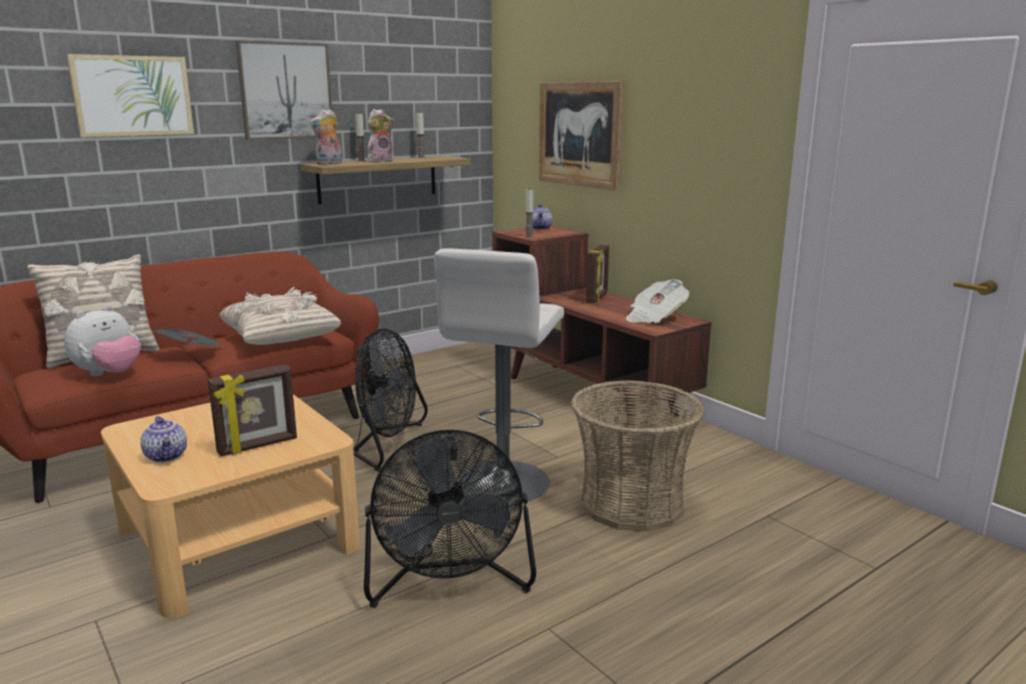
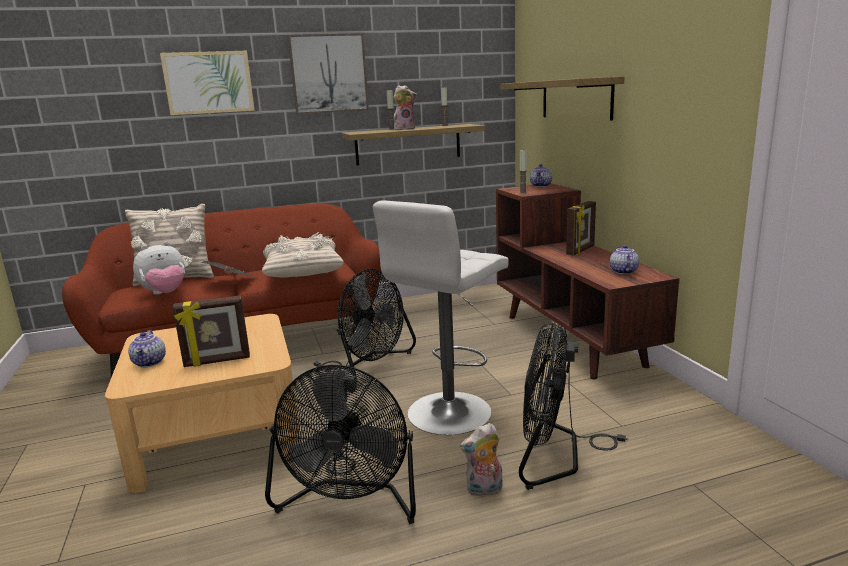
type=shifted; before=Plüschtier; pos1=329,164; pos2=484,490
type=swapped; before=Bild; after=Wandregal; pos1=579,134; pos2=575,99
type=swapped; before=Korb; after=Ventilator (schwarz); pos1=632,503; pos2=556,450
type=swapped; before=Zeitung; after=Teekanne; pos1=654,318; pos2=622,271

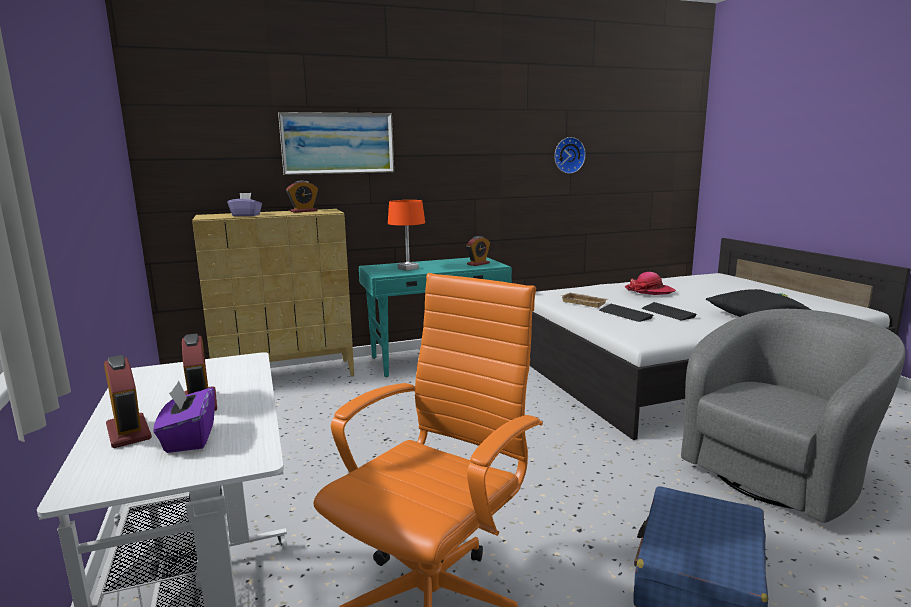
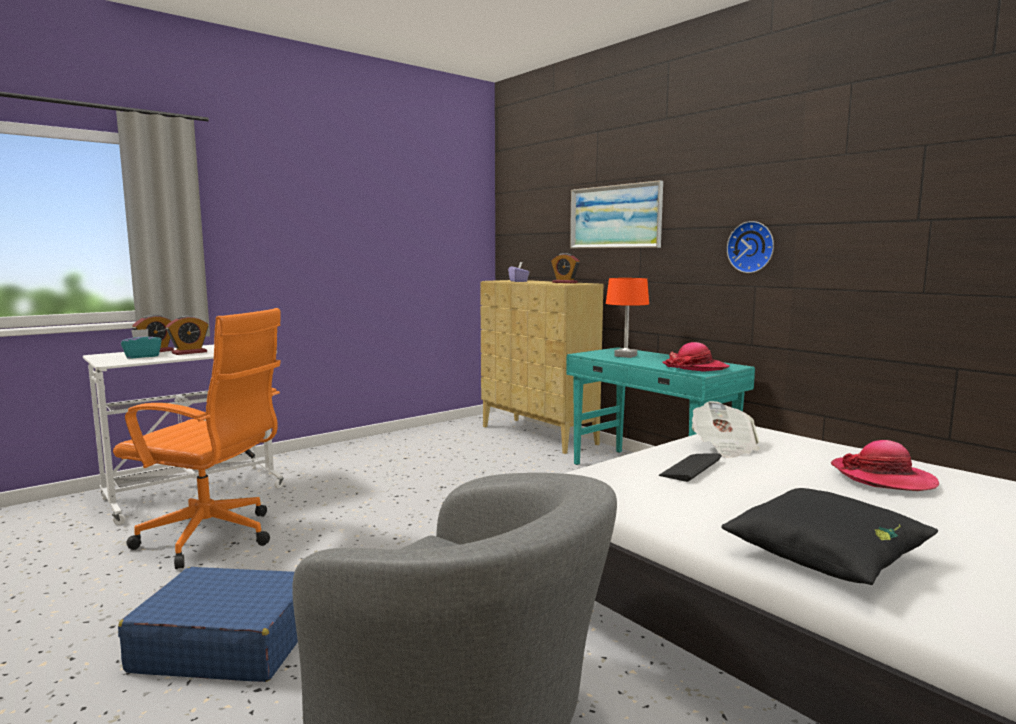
type=gone; before=Tastatur; pos1=668,313
type=shifted; before=Wanduhr; pos1=568,155; pos2=752,247
type=swapped; before=Wecker; after=Hut; pos1=478,264; pos2=695,368
type=swapped; before=Tablett (beige); after=Zeitung; pos1=585,302; pos2=724,447
type=repainted; before=Taschentuchbox (lila); after=Taschentuchbox (türkis); pos1=189,438; pos2=142,356

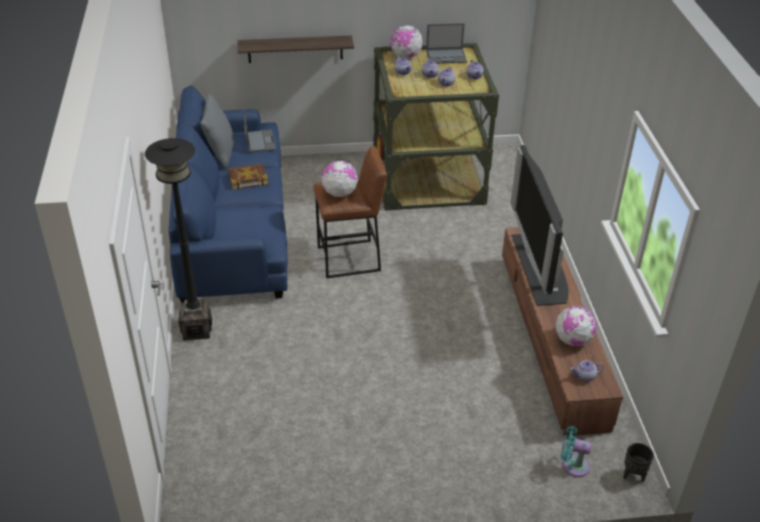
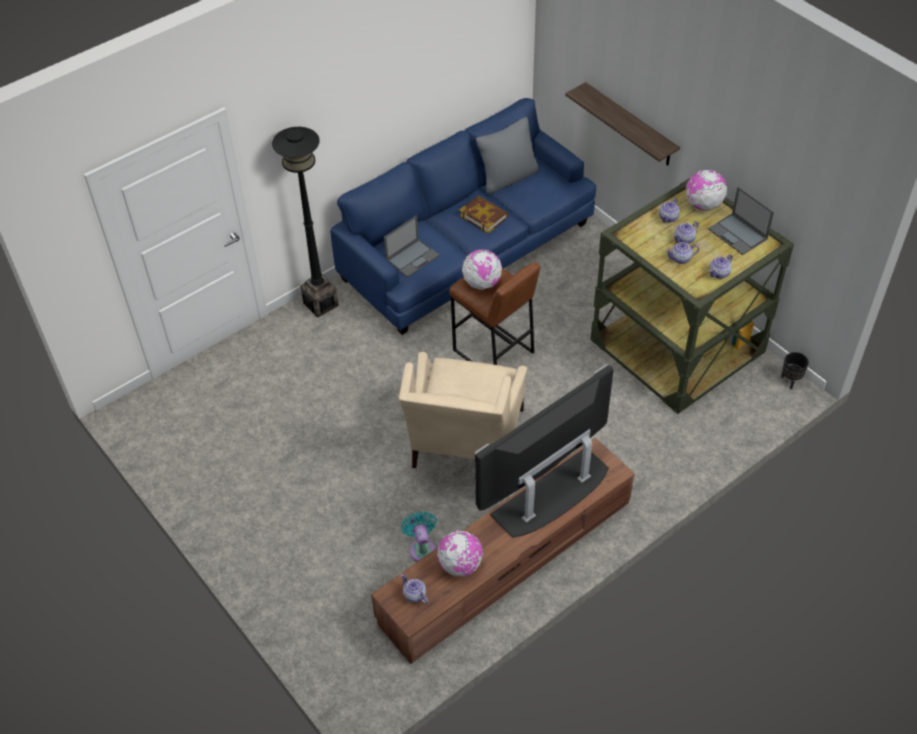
type=new; after=Sessel (beige); pos2=465,445
type=shifted; before=Laptop; pos1=259,141; pos2=413,257
type=shifted; before=Ventilator (türkis); pos1=572,465; pos2=422,548
type=shifted; before=Pflanzkübel (schwarz); pos1=633,475; pos2=791,381

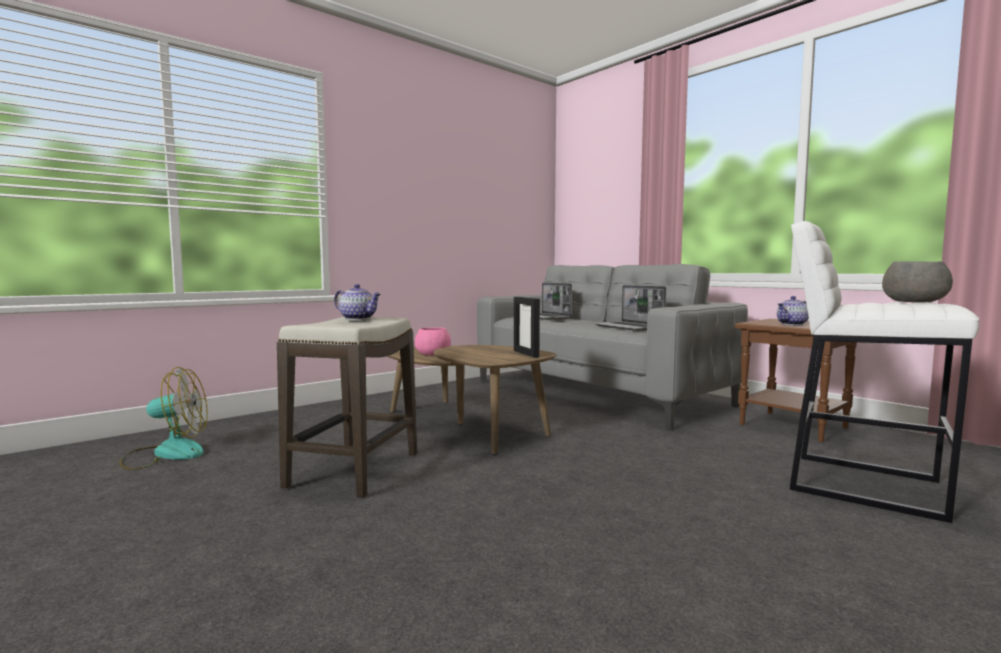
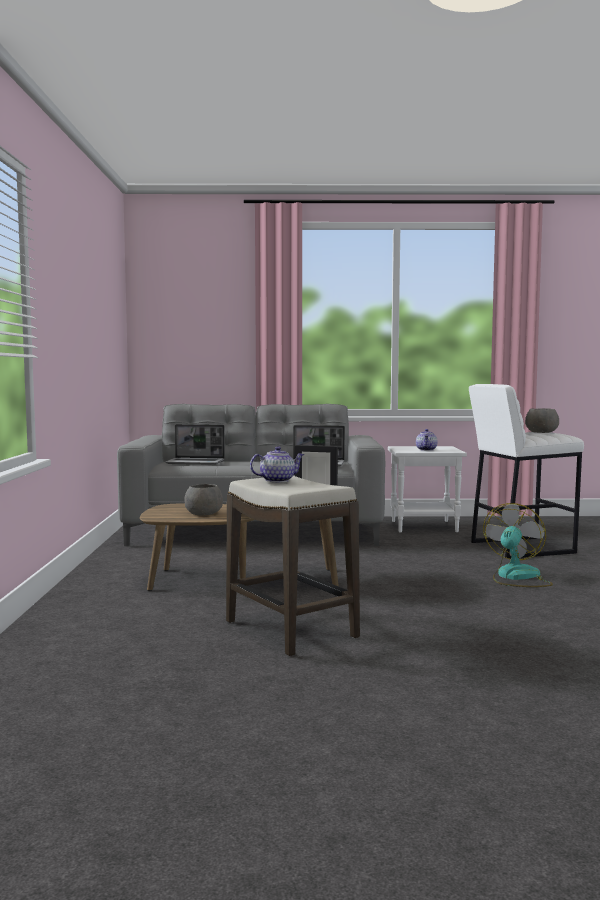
type=shifted; before=Ventilator; pos1=166,453; pos2=516,577
type=repainted; before=Schüssel (rosa); after=Schüssel (grau); pos1=432,354; pos2=203,514
type=repainted; before=Beistelltisch (braun); after=Beistelltisch (weiß); pos1=794,426; pos2=424,526

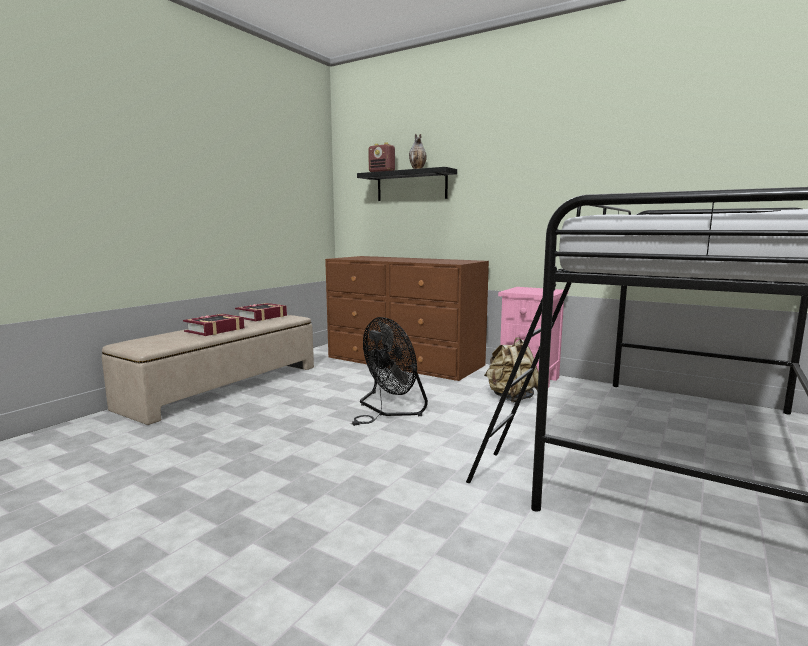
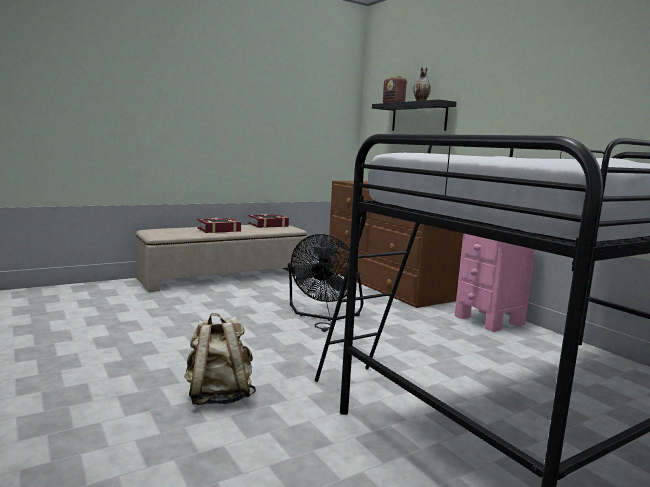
type=shifted; before=Rucksack (beige); pos1=511,397; pos2=218,396
type=rotated; before=Ventilator (schwarz); pos1=383,408; pos2=321,315; turn=-60

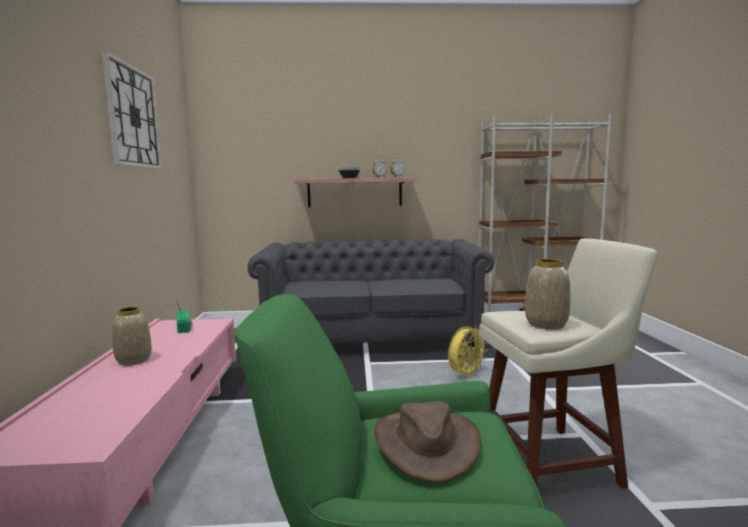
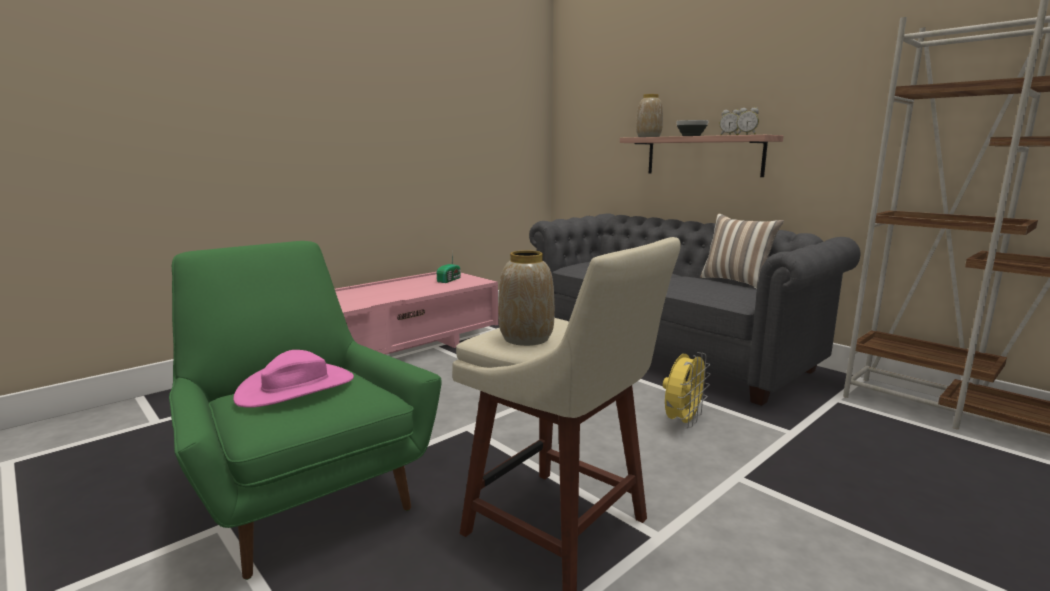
type=gone; before=Wanduhr; pos1=133,117
type=new; after=Kissen; pos2=737,281
type=shifted; before=Vase; pos1=133,360; pos2=648,137
type=repainted; before=Hut (braun); after=Hut (rosa); pos1=426,443; pos2=296,388
type=rotated; before=Ventilator (gelb); pos1=466,375; pos2=682,422; turn=-60

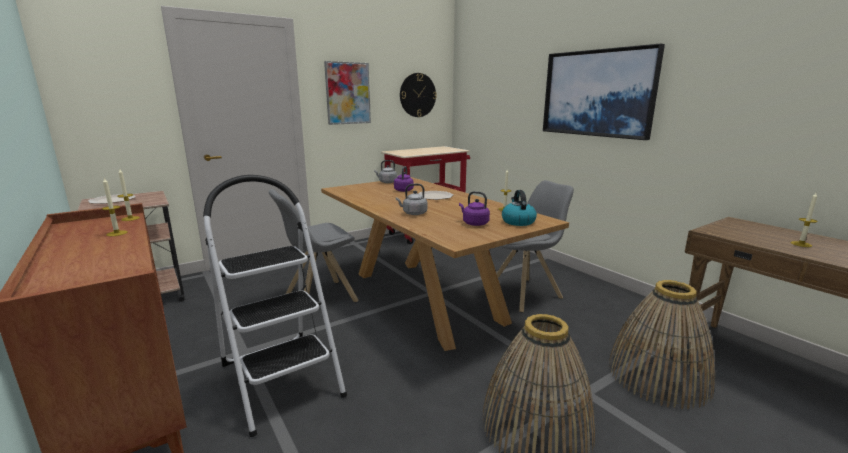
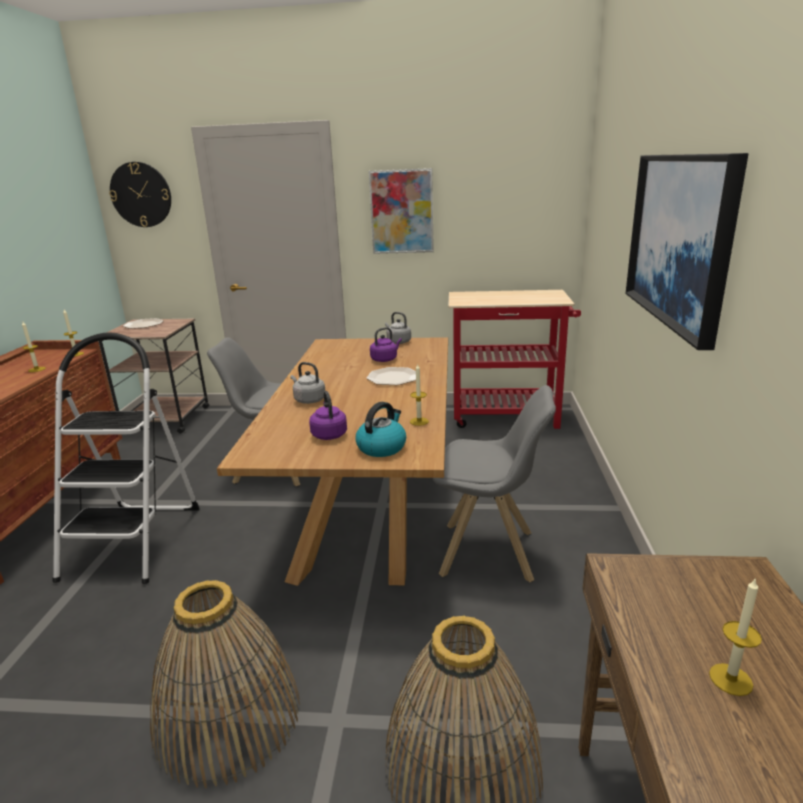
type=shifted; before=Wanduhr; pos1=417,95; pos2=141,195

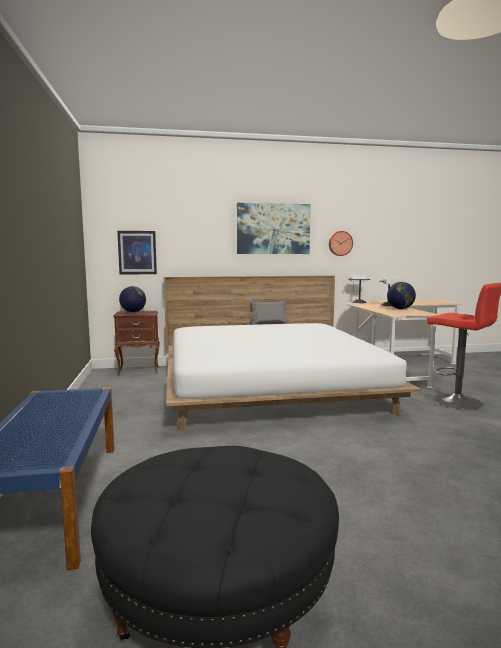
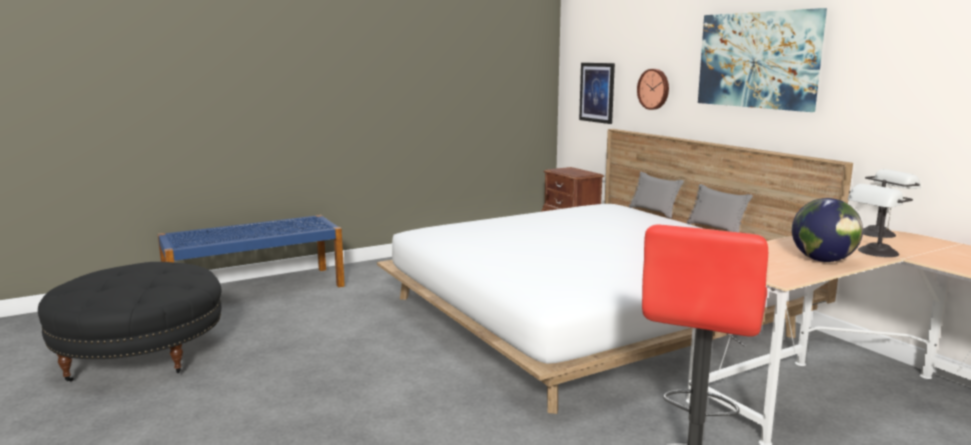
type=gone; before=Globus; pos1=133,312
type=new; after=Kissen (grau); pos2=654,212
type=shifted; before=Wanduhr; pos1=340,243; pos2=654,89

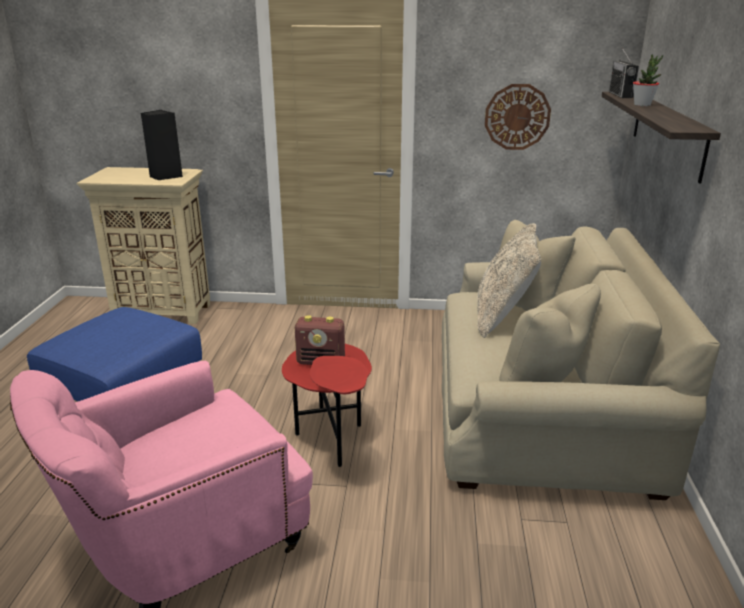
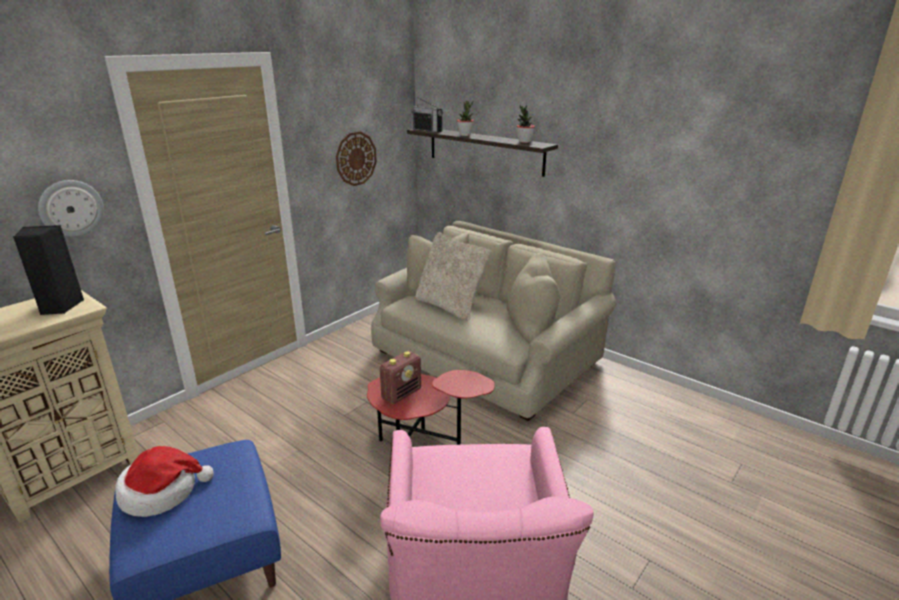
type=new; after=Wanduhr; pos2=71,208
type=new; after=Hut; pos2=162,491
type=new; after=Topfpflanze; pos2=524,141

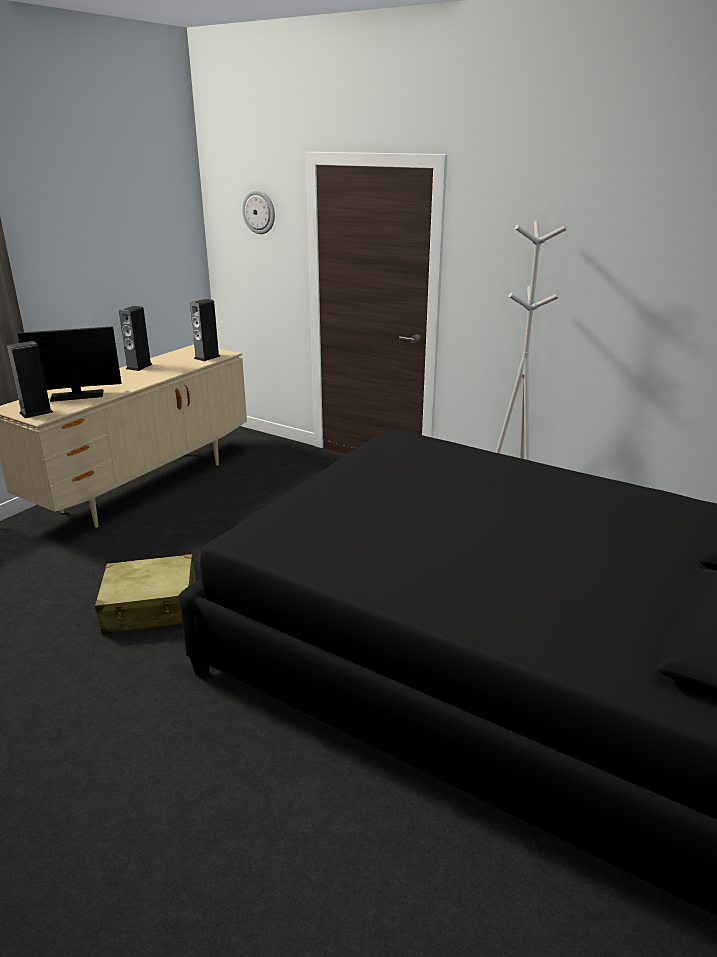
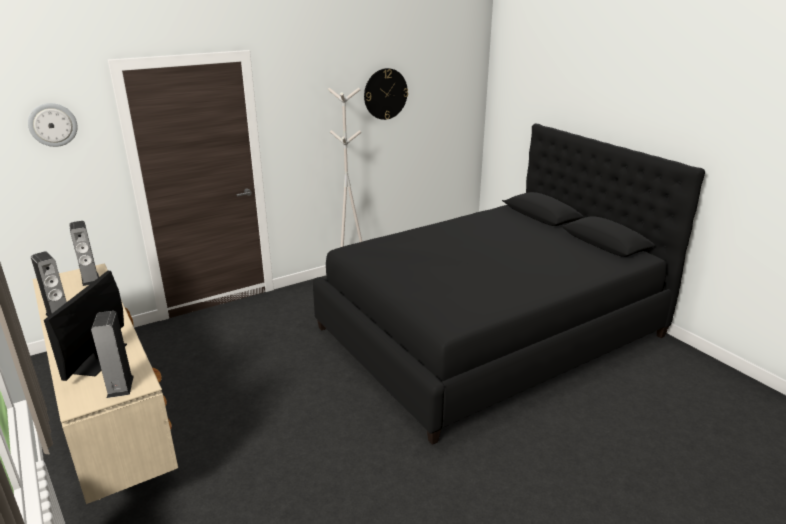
type=gone; before=Koffer (beige); pos1=151,608
type=new; after=Wanduhr; pos2=385,94

